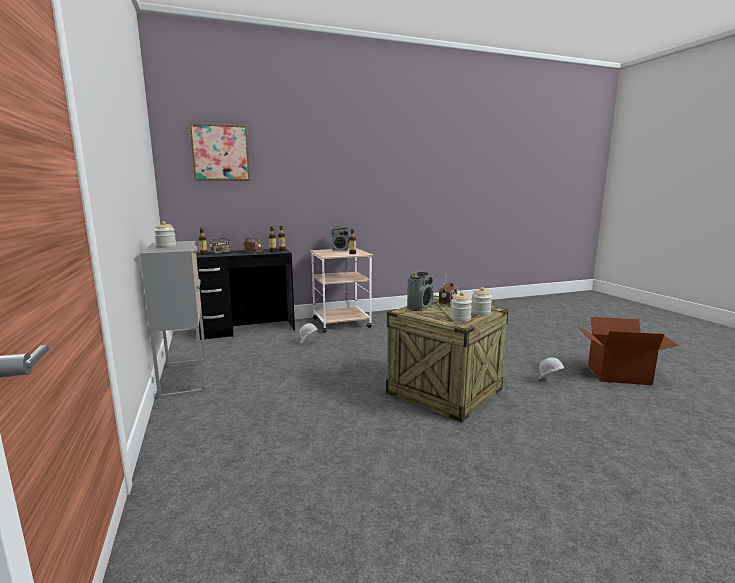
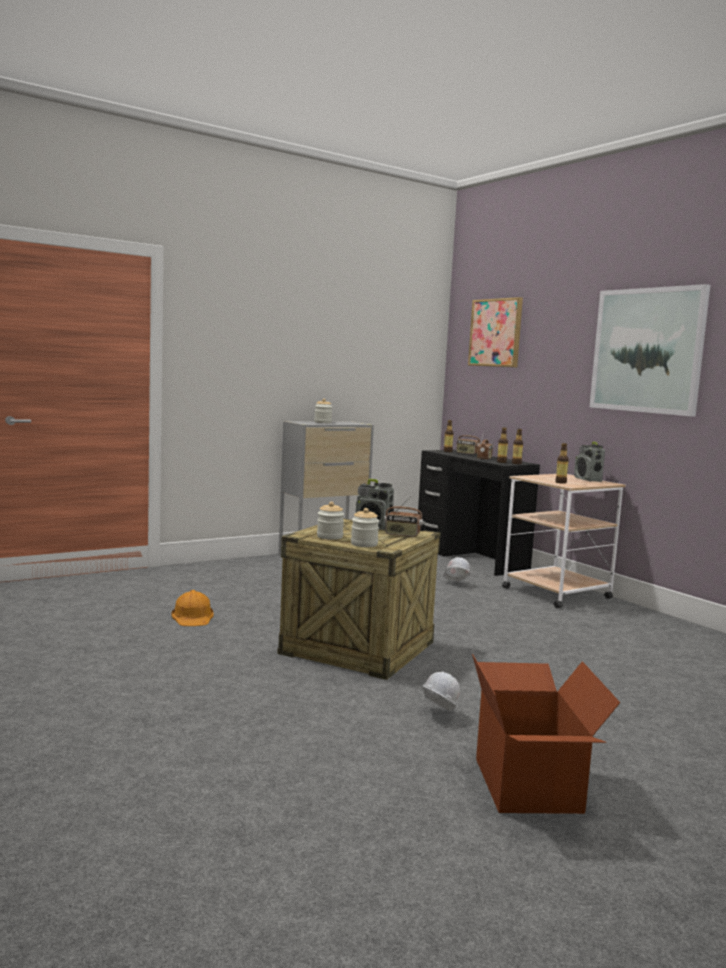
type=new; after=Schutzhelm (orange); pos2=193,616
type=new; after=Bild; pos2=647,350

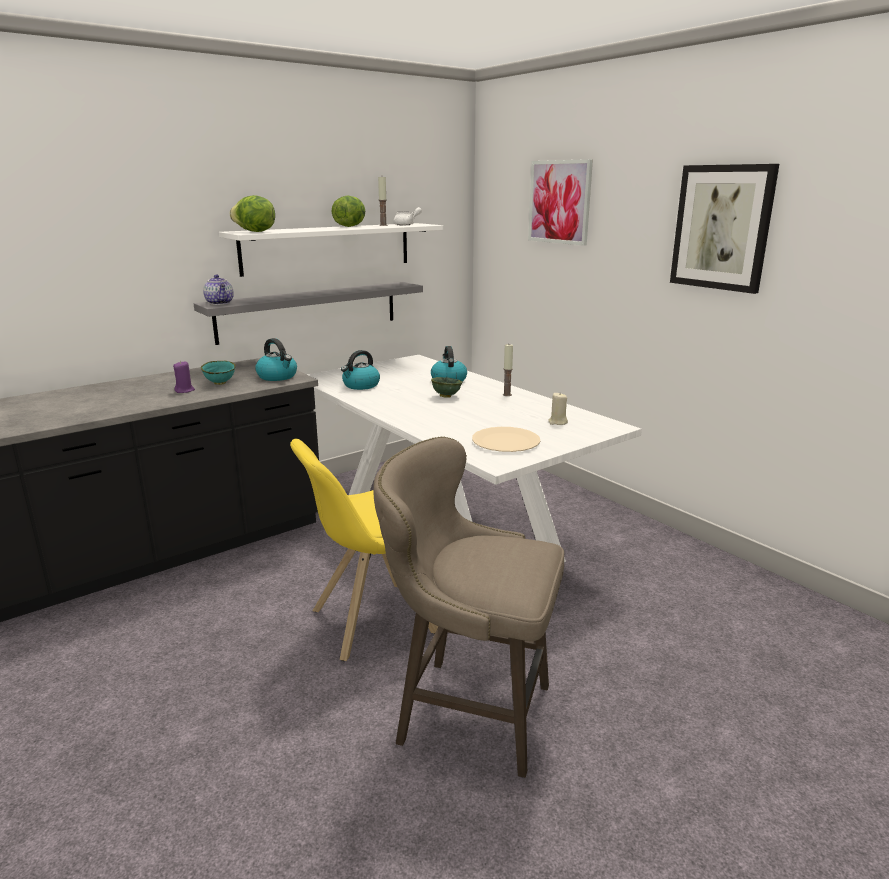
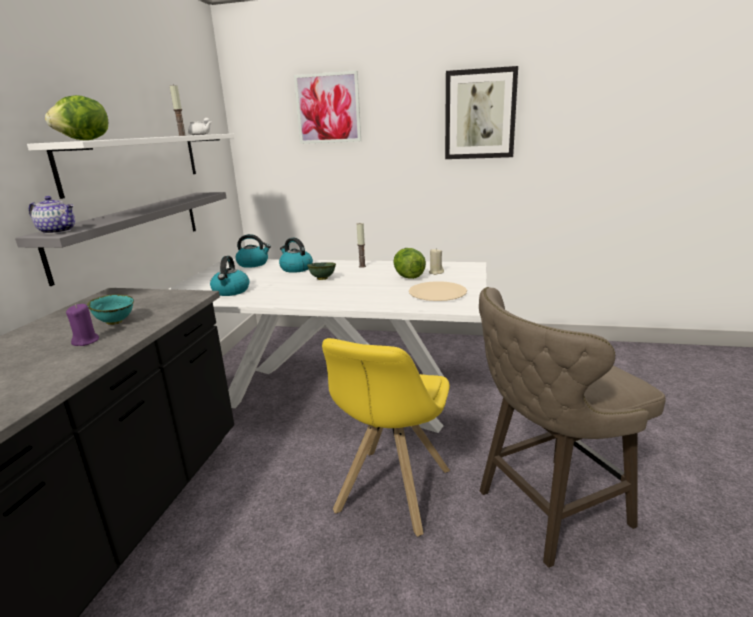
type=shifted; before=Wasserkessel; pos1=278,376; pos2=253,264
type=shifted; before=Salatkopf; pos1=350,226; pos2=408,276

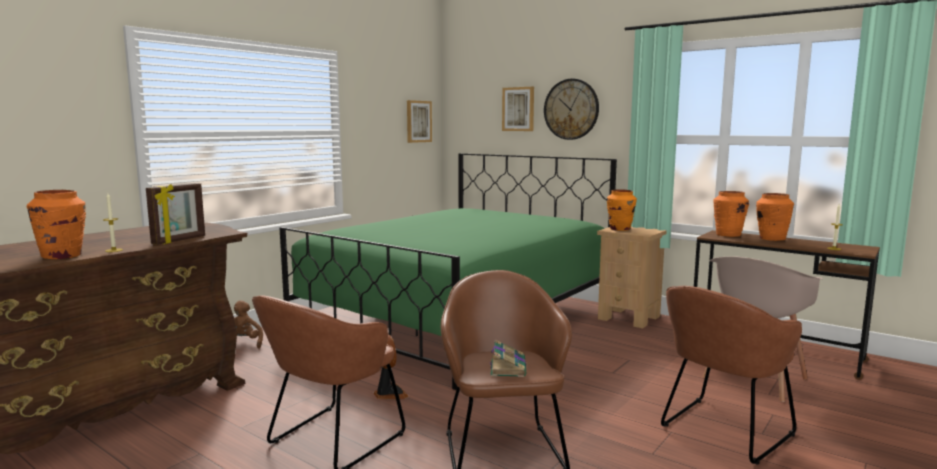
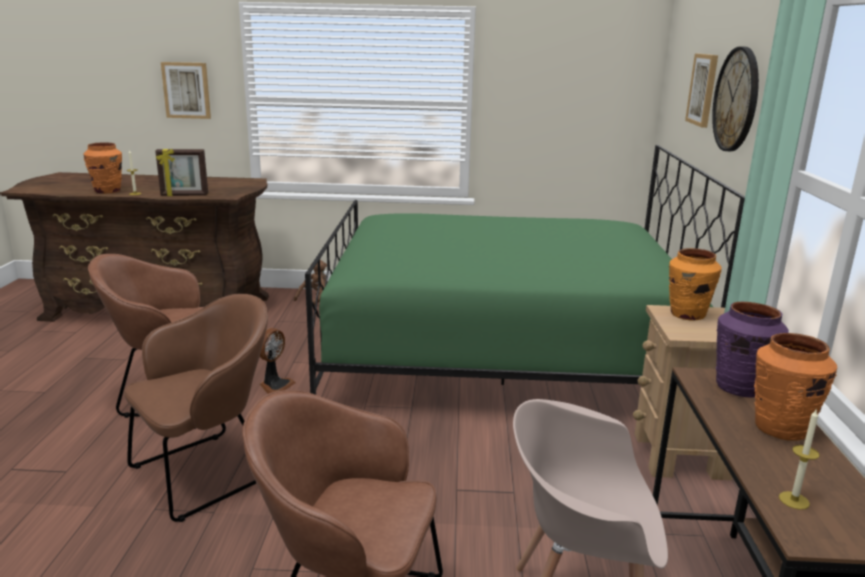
type=gone; before=Buch; pos1=508,368
type=shifted; before=Bild; pos1=418,121; pos2=186,90
type=repainted; before=Vase (orange); after=Vase (lila); pos1=728,235; pos2=740,388

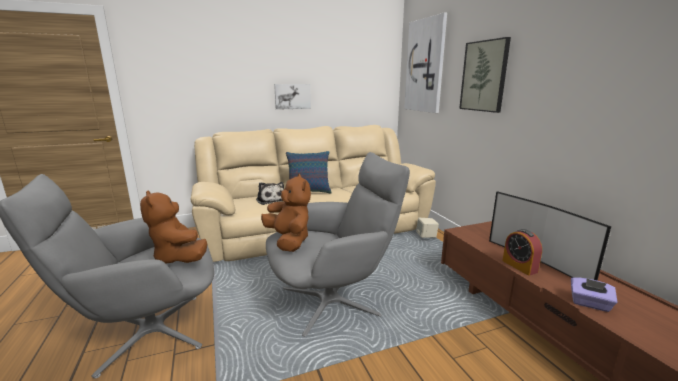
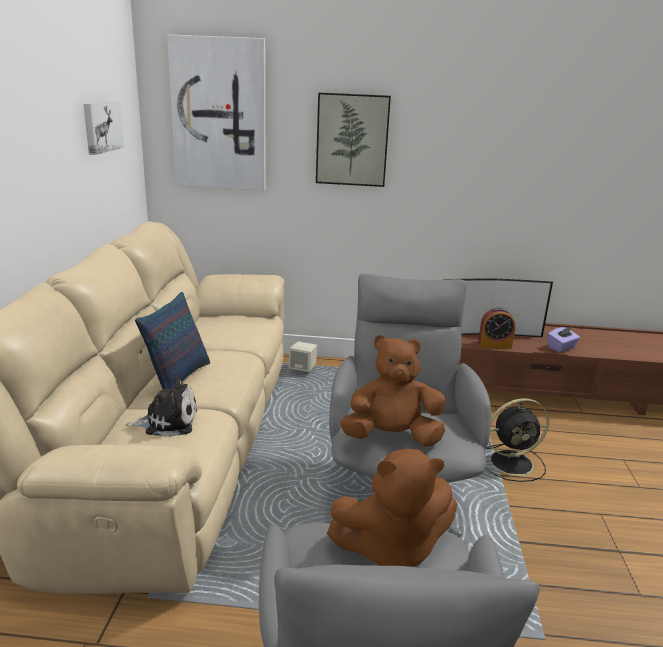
type=new; after=Ventilator (schwarz); pos2=513,462
type=shifted; before=Bild; pos1=292,96; pos2=101,126

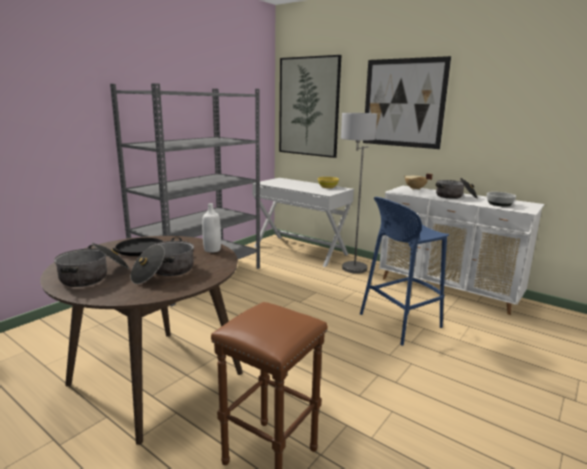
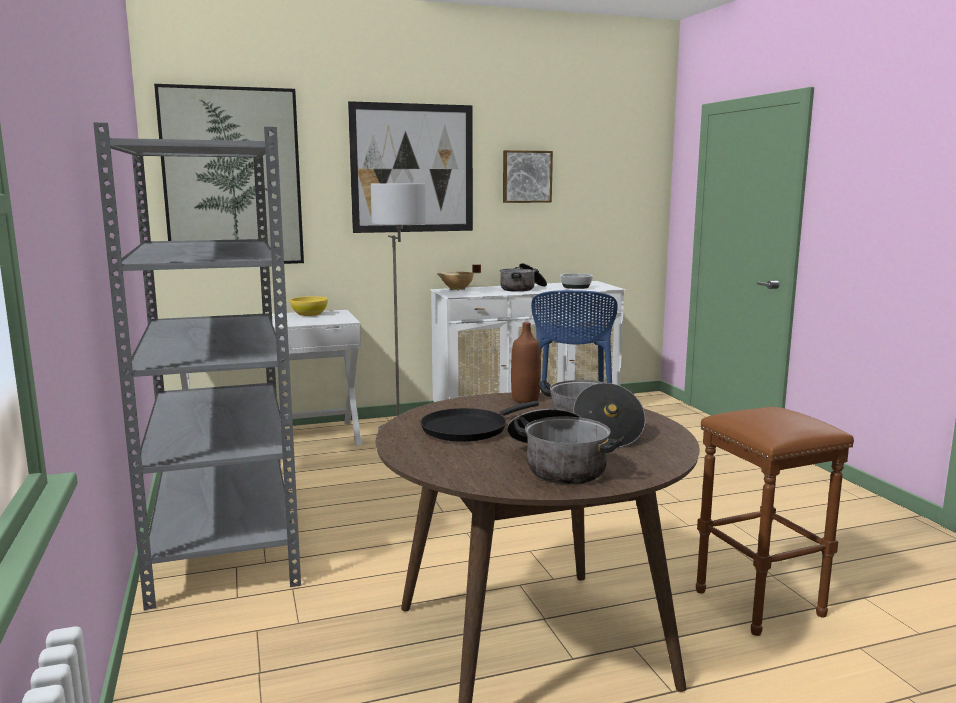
type=new; after=Bild; pos2=526,176
type=repainted; before=Flasche (weiß); after=Flasche (braun); pos1=212,250; pos2=525,399

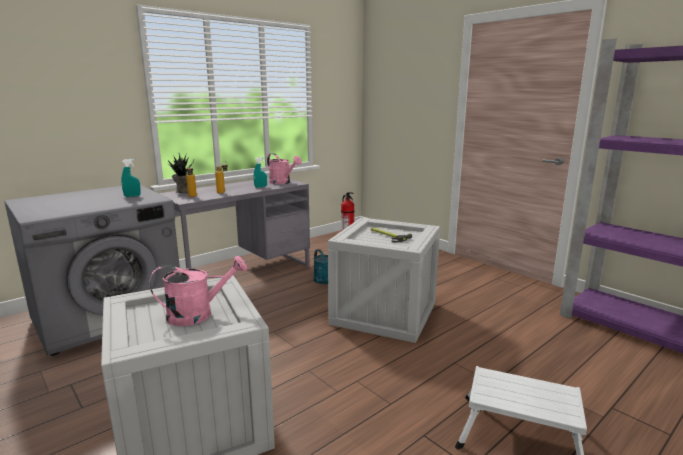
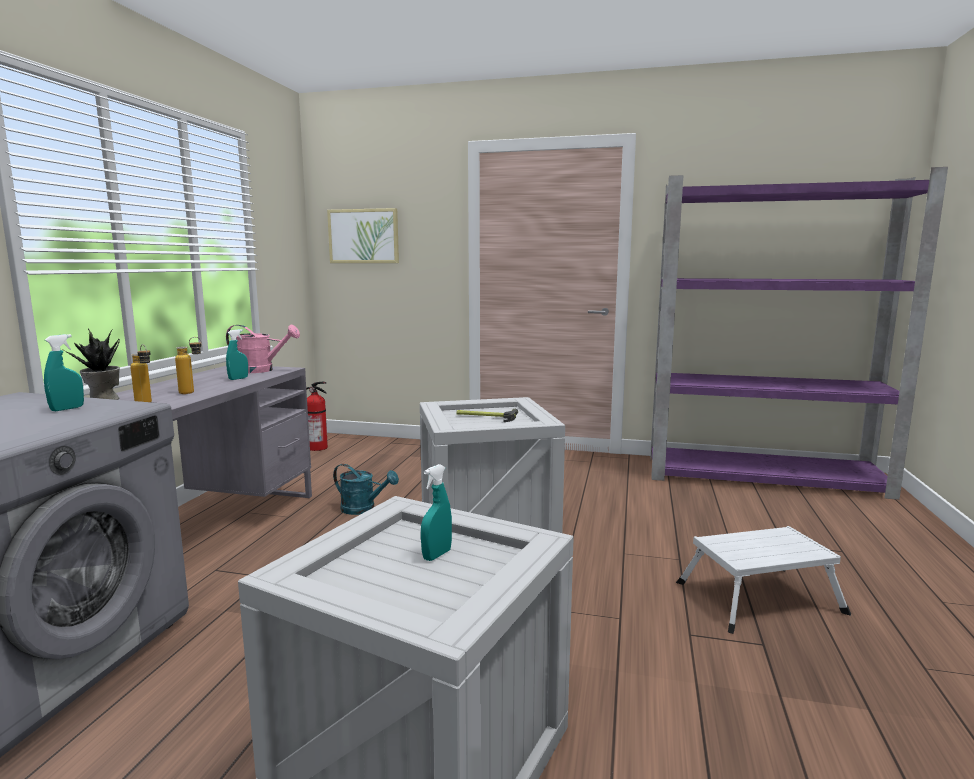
type=new; after=Bild; pos2=363,236
type=swapped; before=Gießkanne (rosa); after=Sprühflasche (türkis); pos1=198,314; pos2=437,555

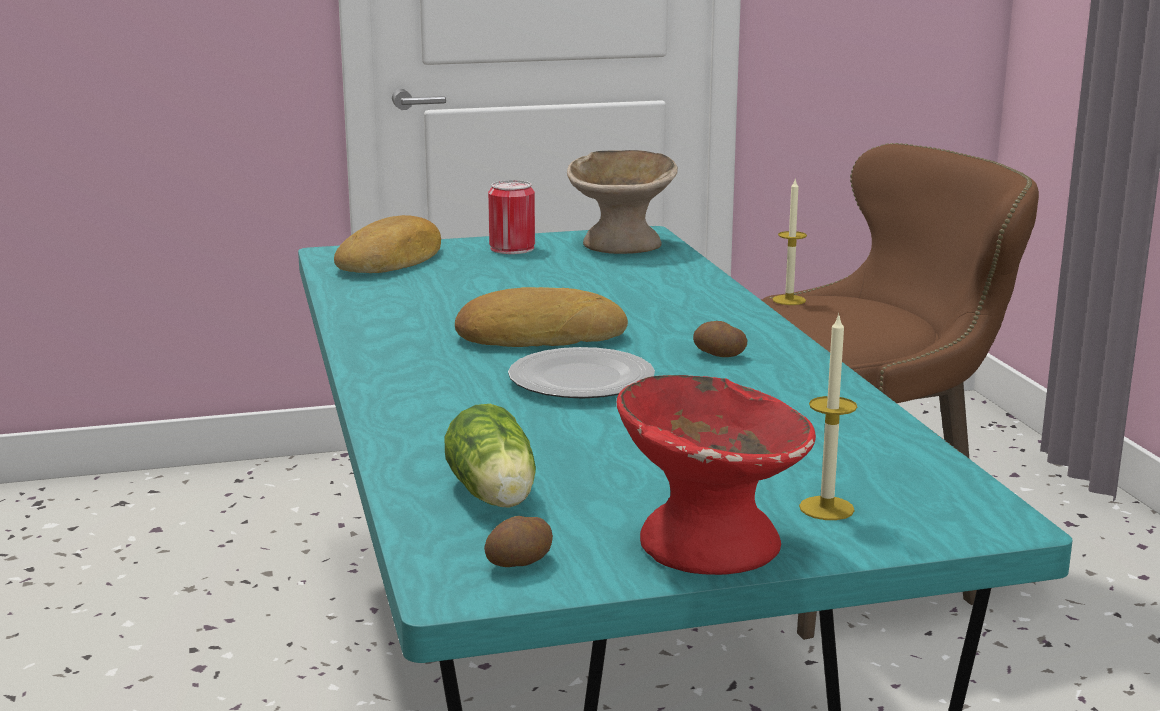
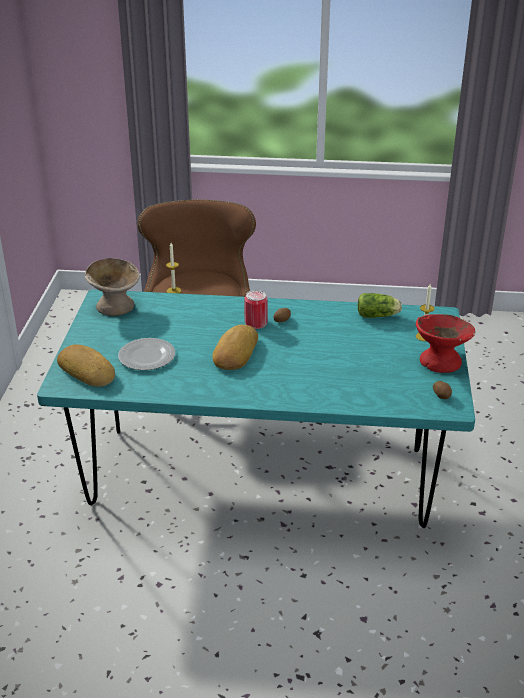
type=shifted; before=Salatkopf; pos1=494,497; pos2=378,315
type=shifted; before=Dose; pos1=512,248; pos2=256,323
type=shifted; before=Teller; pos1=583,379; pos2=147,356

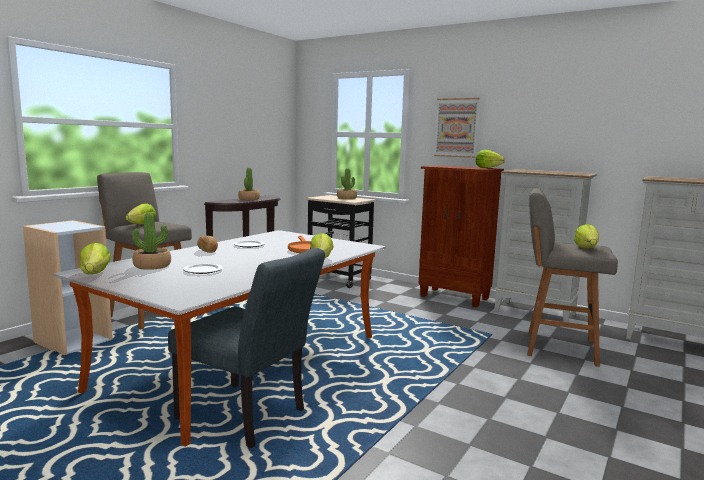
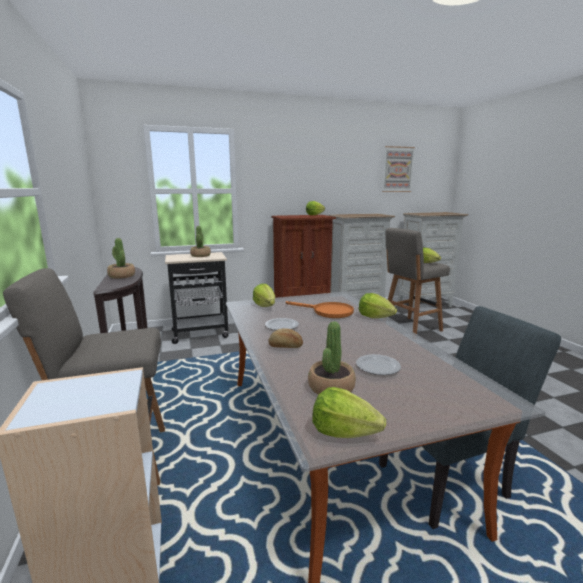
type=shifted; before=Salatkopf; pos1=142,224; pos2=265,306
type=shifted; before=Bild; pos1=456,128; pos2=397,169

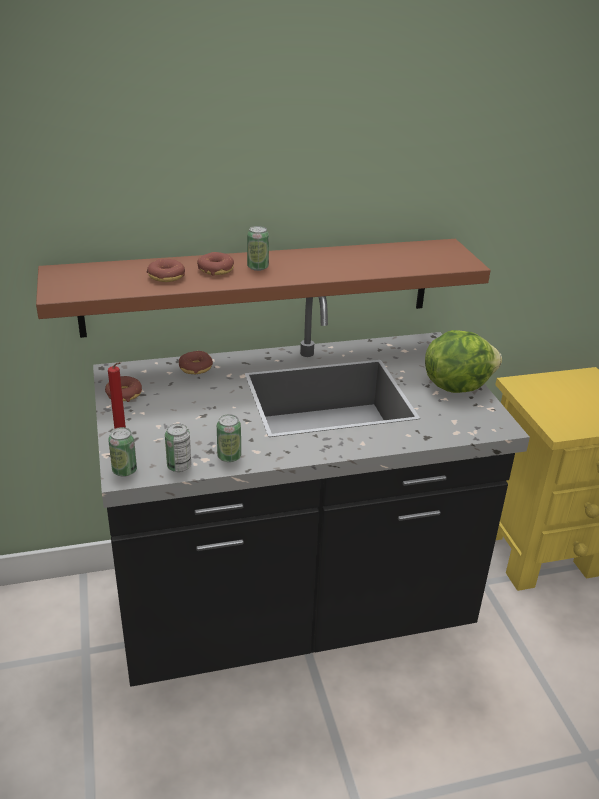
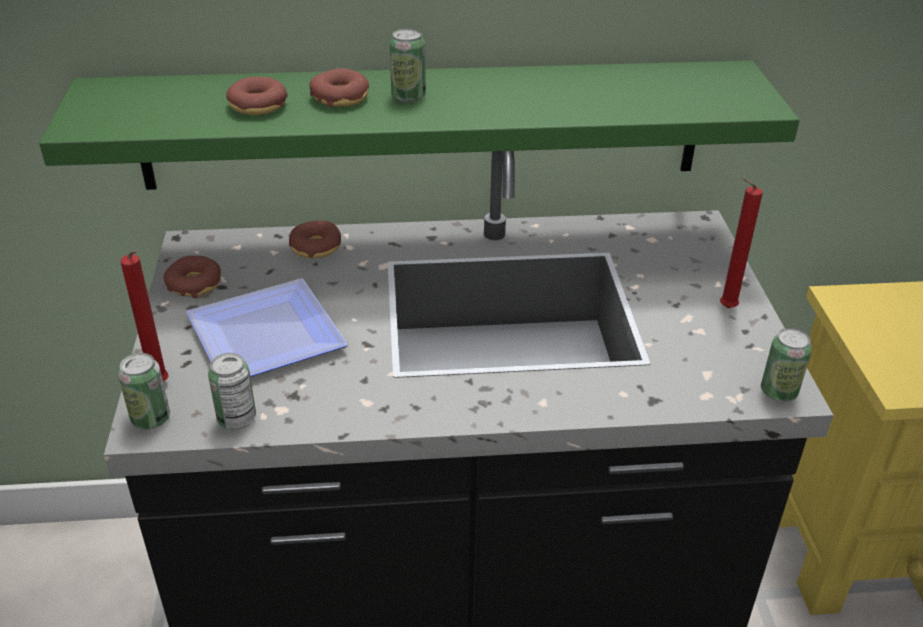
type=new; after=Teller; pos2=269,331
type=shifted; before=Dose; pos1=229,457; pos2=778,392
type=swapped; before=Salatkopf; after=Kerze (rot); pos1=456,385; pos2=724,308
type=repainted; before=Wandregal (braun); after=Wandregal (grün); pos1=259,287; pos2=423,125

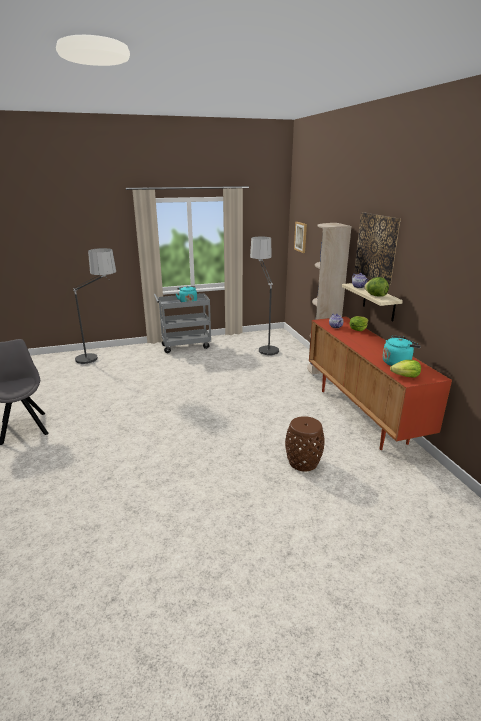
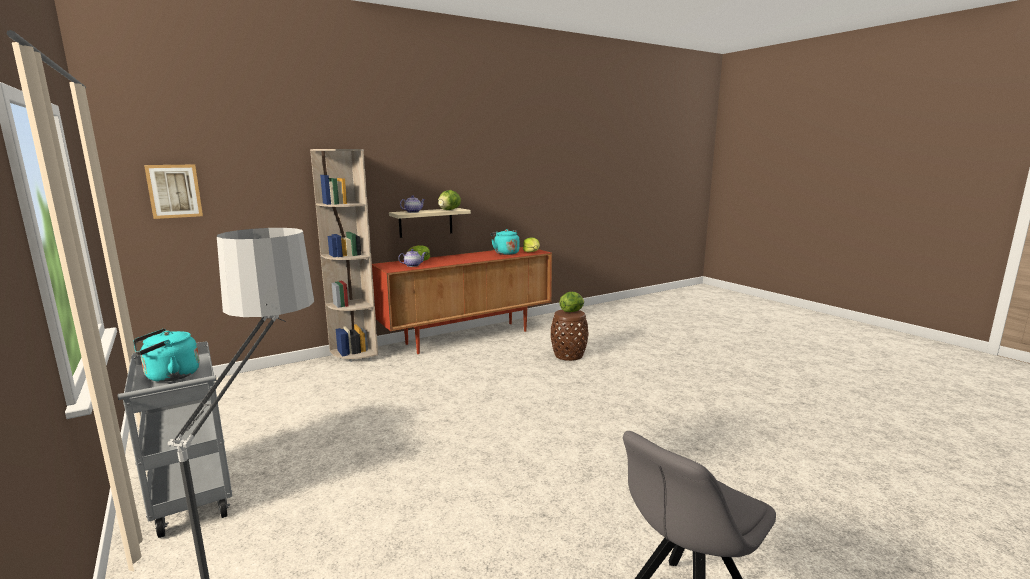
type=gone; before=Stehlampe; pos1=263,346
type=gone; before=Bild; pos1=377,247
type=new; after=Salatkopf; pos2=572,311

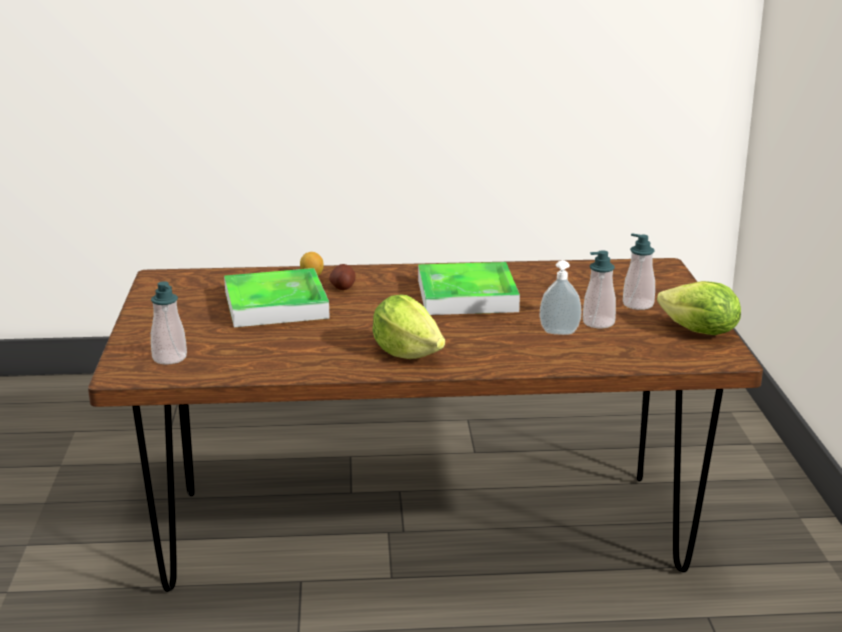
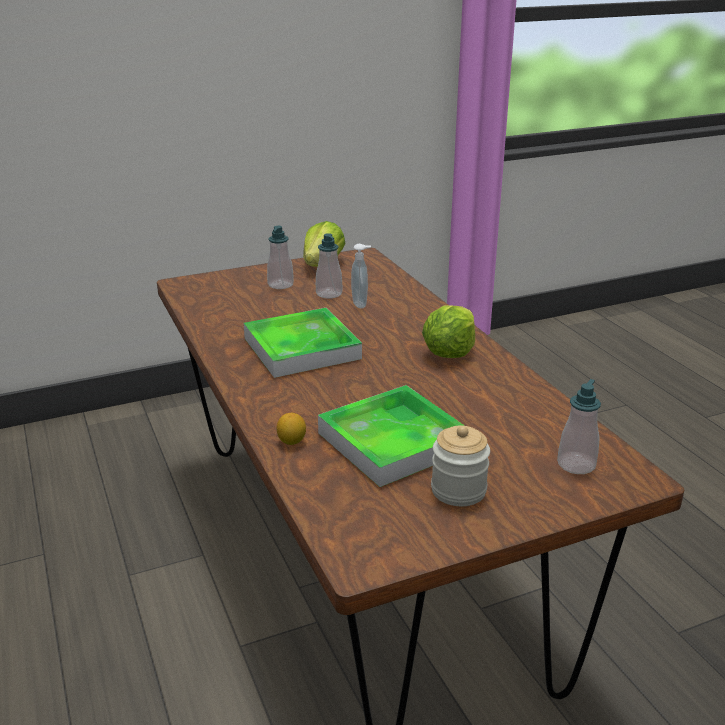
type=gone; before=Kartoffel; pos1=342,287
type=new; after=Vorratsglas; pos2=458,490

